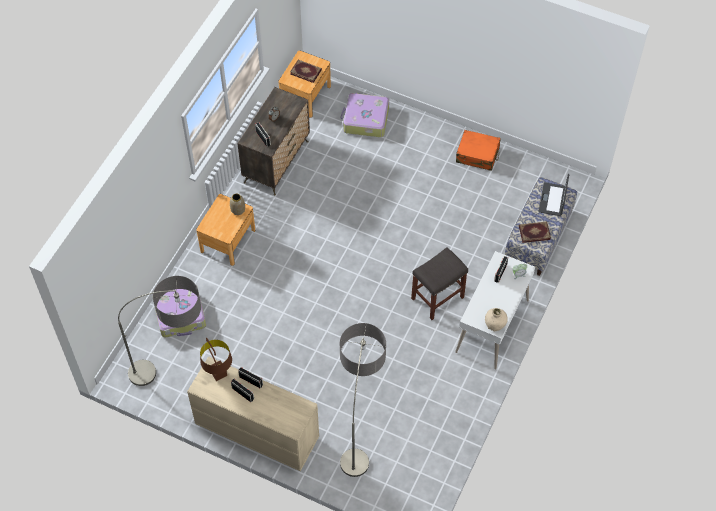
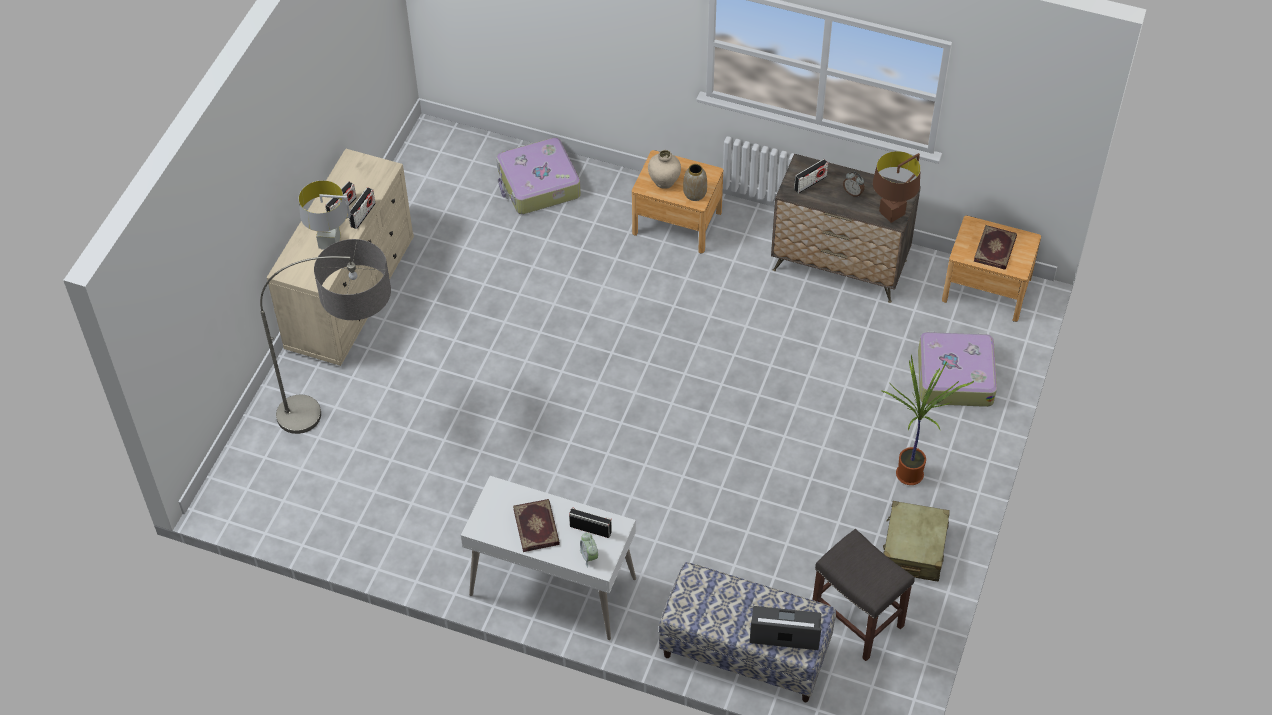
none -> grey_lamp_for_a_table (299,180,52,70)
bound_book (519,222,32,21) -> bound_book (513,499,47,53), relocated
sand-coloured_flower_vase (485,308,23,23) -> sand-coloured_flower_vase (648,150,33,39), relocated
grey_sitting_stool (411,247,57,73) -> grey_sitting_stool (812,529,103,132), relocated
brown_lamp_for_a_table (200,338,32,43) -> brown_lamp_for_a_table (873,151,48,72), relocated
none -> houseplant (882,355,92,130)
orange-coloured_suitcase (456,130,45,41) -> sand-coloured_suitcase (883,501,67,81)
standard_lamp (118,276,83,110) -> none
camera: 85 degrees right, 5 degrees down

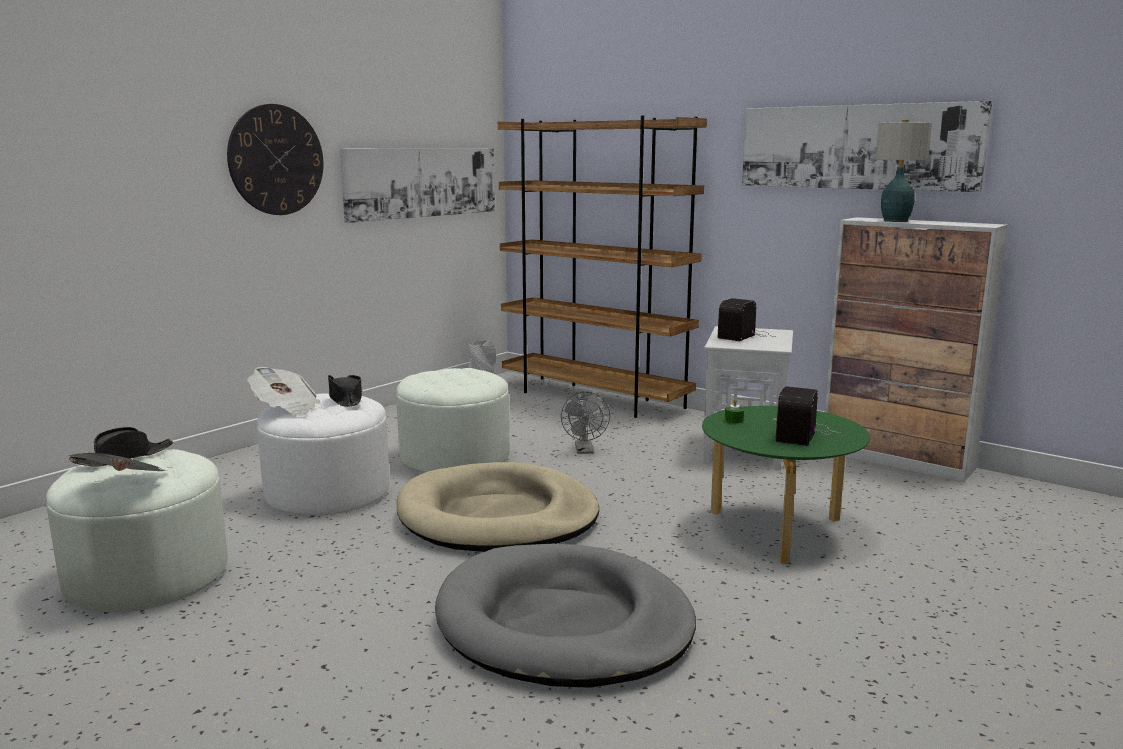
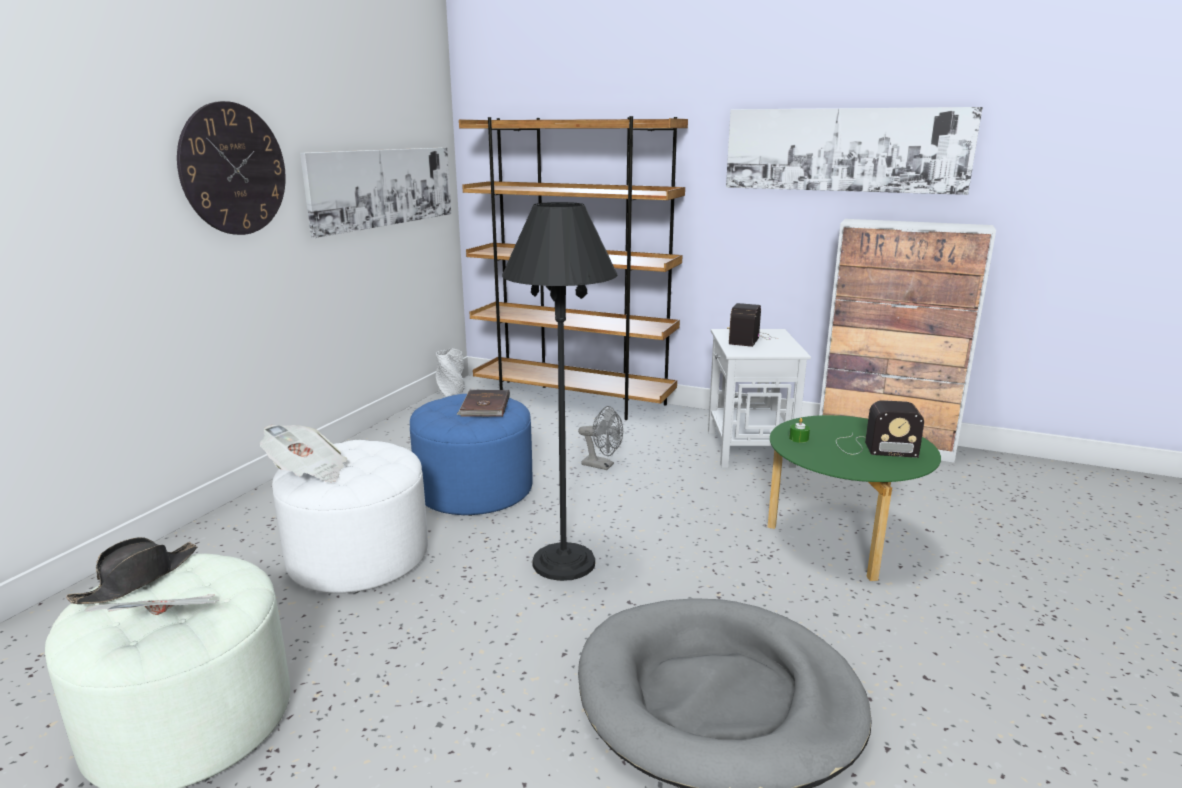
white_ottoman (396,368,113,105) -> blue-coloured_ottoman (410,394,122,122)
none -> brown_bound_book (457,390,53,27)
sand-coloured_dog_bed (396,462,203,90) -> blackish_standard_lamp (502,202,115,379)
grey_electric_fan (561,392,49,62) -> grey_electric_fan (578,406,45,64), 45 degrees counterclockwise
radio_receiver (773,386,67,60) -> radio_receiver (836,400,88,58), 90 degrees counterclockwise
blackish_hat (328,375,34,32) -> none
lamp_for_a_table (876,119,56,103) -> none
camera: 15 degrees left, 5 degrees up

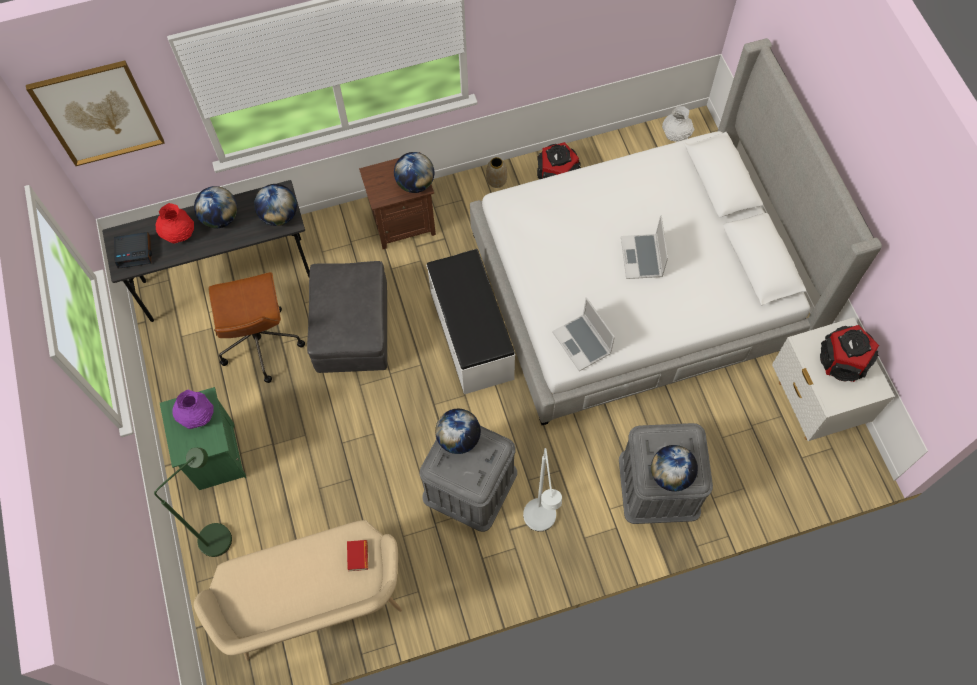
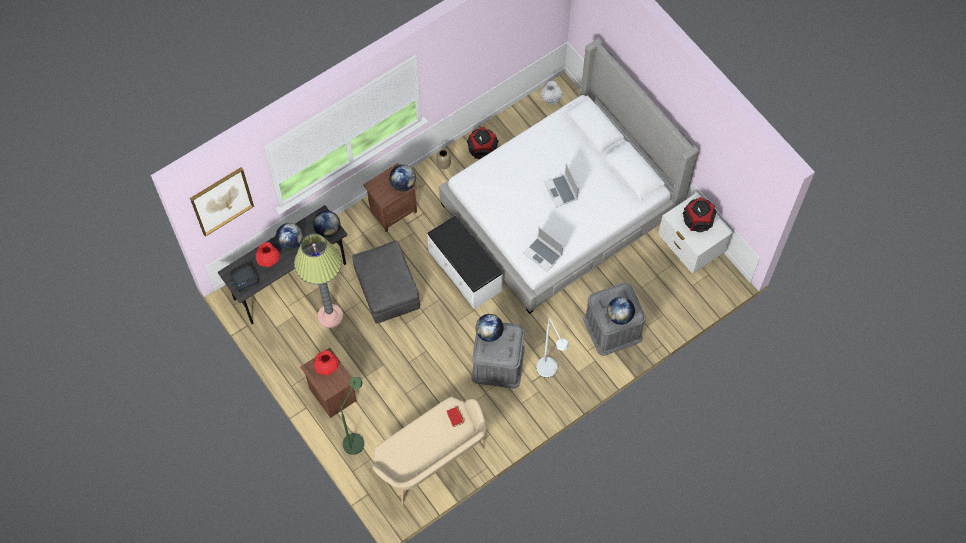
brown_computer_chair (209,272,96,111) -> standard_lamp (294,234,49,94)
green-coloured_bedside_table (160,387,86,103) -> brown_bedside_table (300,348,57,70)
purple-coloured_flower_vase (172,389,42,40) -> red-coloured_flower_vase (314,351,24,24)
camera: 20 degrees left, 0 degrees up

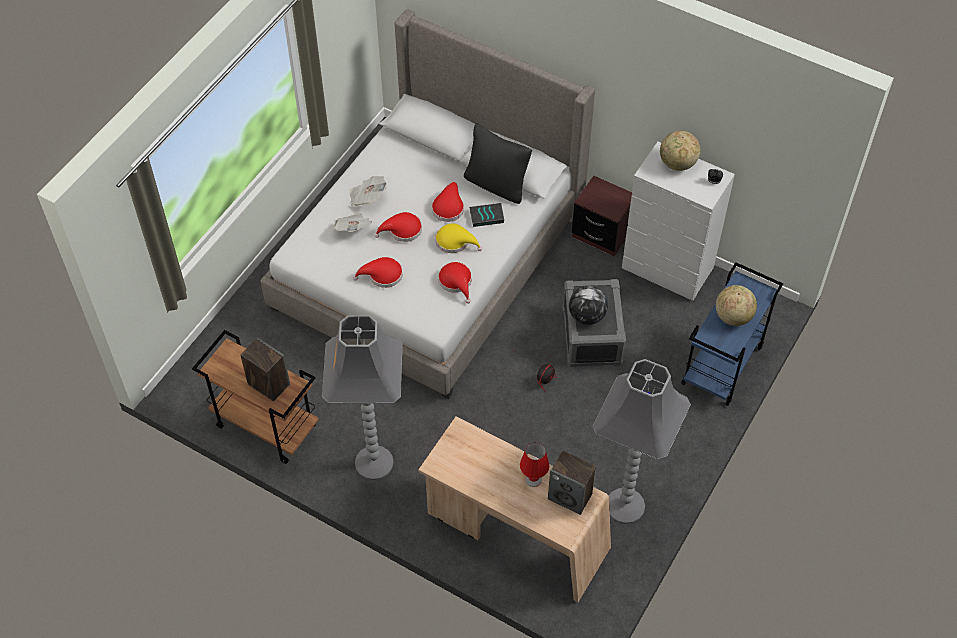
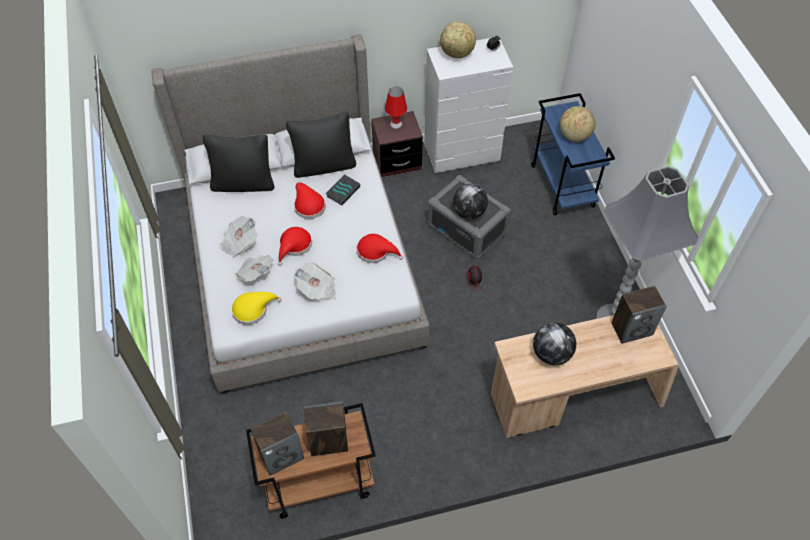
none -> blackish_throw_pillow (203,134,71,58)
yellowish_hat (435,224,47,29) -> yellowish_hat (231,292,51,33), relocated
none -> audio_speaker (251,412,53,63)
red-coloured_hat (353,257,50,31) -> newspaper (294,262,42,39)
red-coloured_lamp_for_a_table (520,442,29,45) -> red-coloured_lamp_for_a_table (385,87,22,42), relocated
none -> desk_globe (533,323,43,42)
grey_standard_lamp (322,315,81,165) -> none
camera: 45 degrees left, 0 degrees up

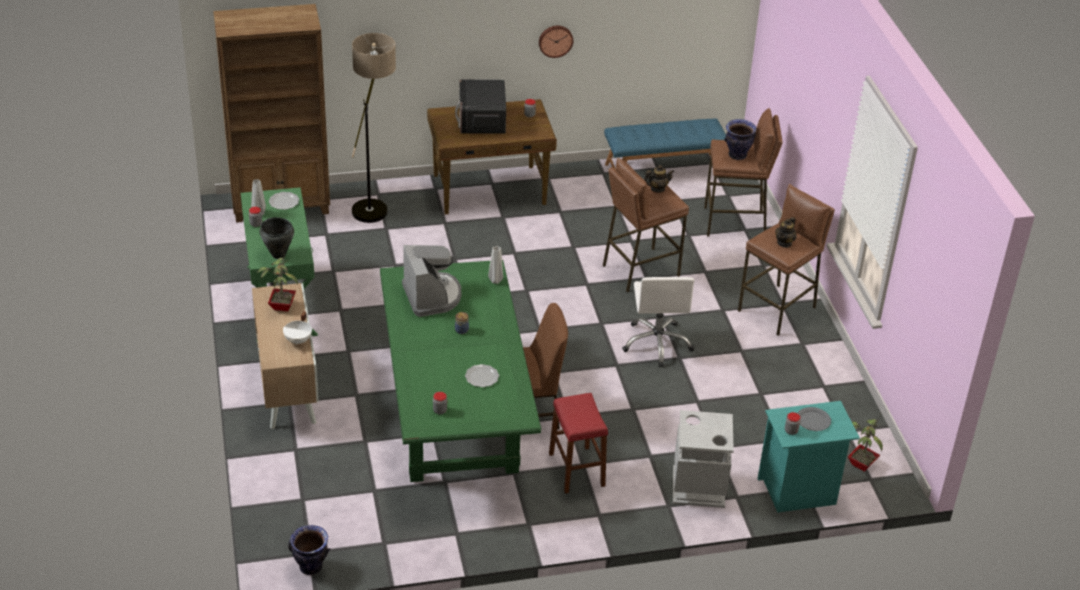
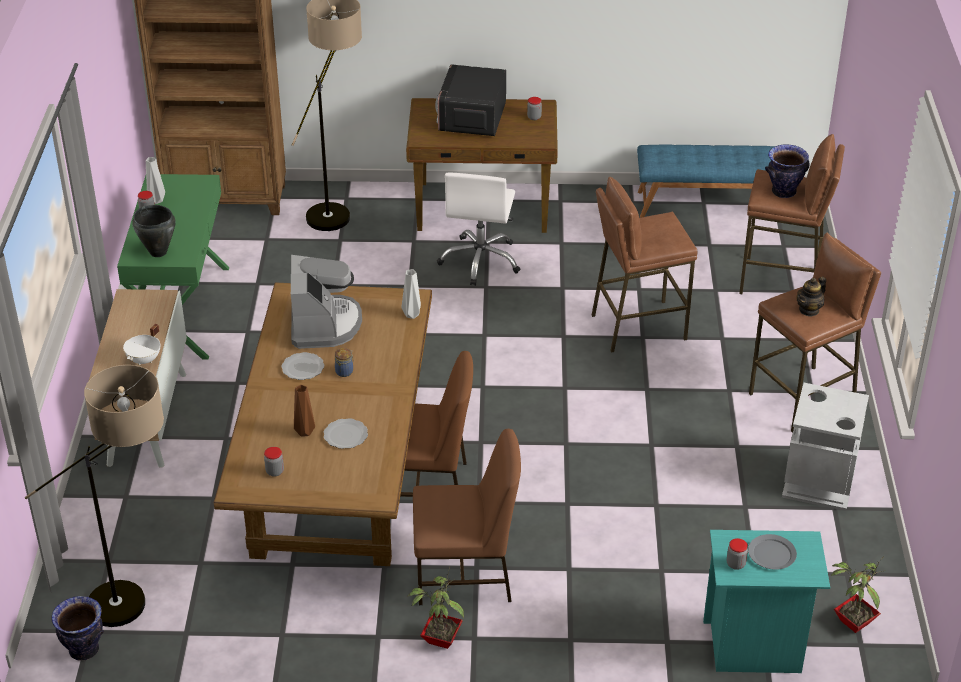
none -> standard_lamp (25,365,139,262)
green-coloured_dinner_table (380,260,161,222) -> brown_dinner_table (214,282,218,284)
plate (269,192,30,18) -> plate (281,352,43,28), relocated
none -> brown_flower_vase (294,385,21,52)
houseplant (256,251,42,60) -> houseplant (407,567,57,82), relocated
red-coloured_sitting_stool (549,393,59,101) -> brown_chair (413,429,108,176)
white_computer_chair (622,277,72,90) -> white_computer_chair (437,173,83,113), relocated
grey_trash_can (673,410,61,98) -> grey_trash_can (782,383,87,128), relocated
clock_on_the_wall (539,26,34,32) -> none
pot_for_tea (644,165,31,28) -> none
camera: 15 degrees right, 0 degrees up

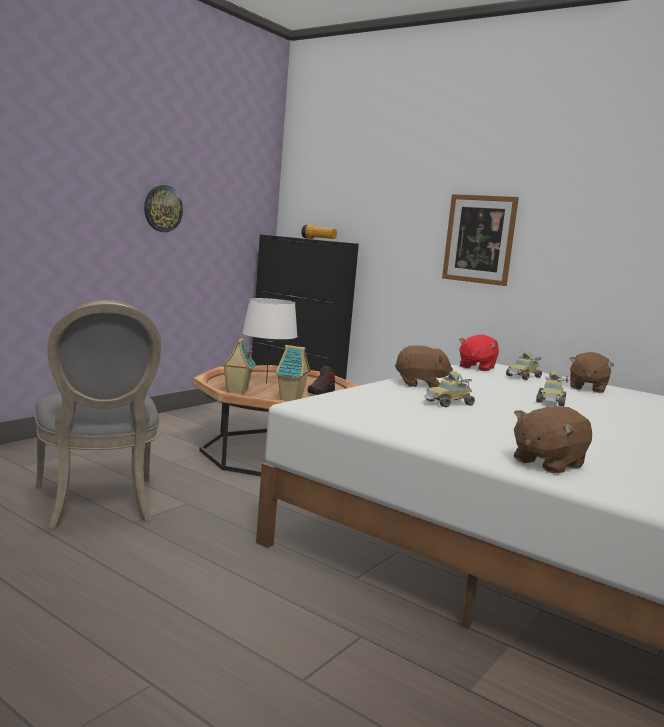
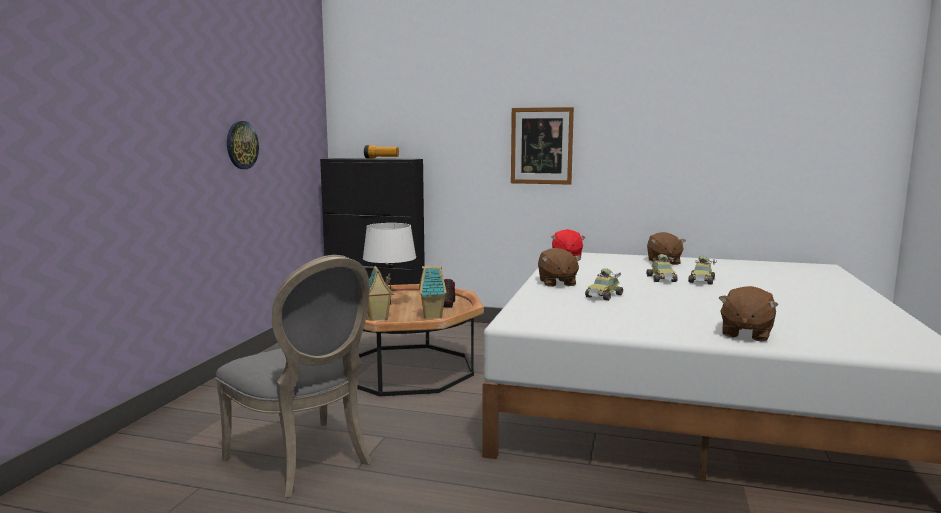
brown_soft_toy (395,345,58,43) -> brown_soft_toy (538,248,43,39), 105 degrees clockwise
model_car (506,351,36,29) -> model_car (688,256,29,29), relocated
camera: 20 degrees left, 0 degrees up

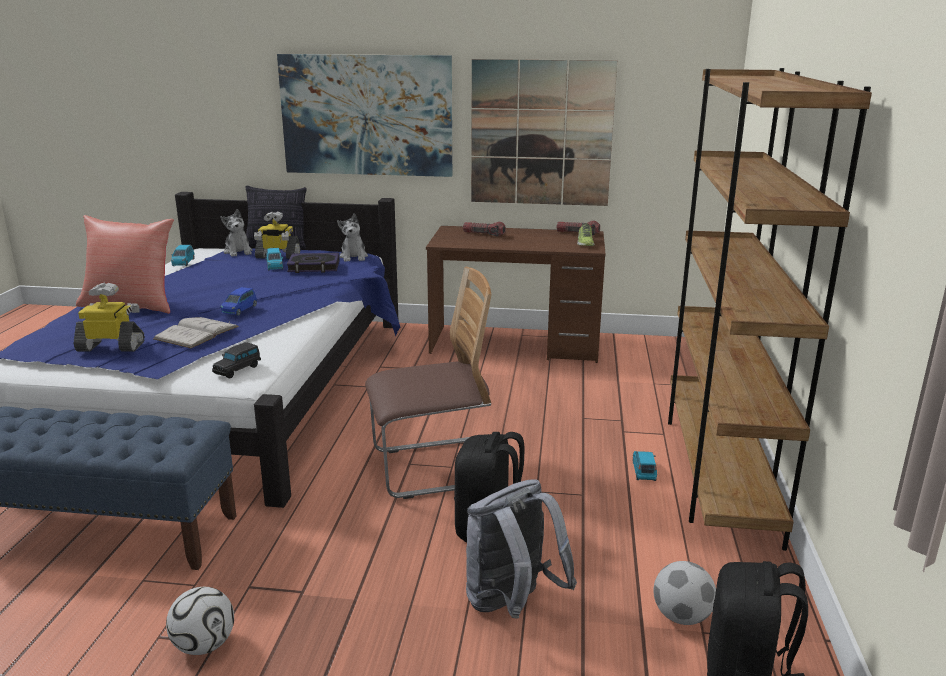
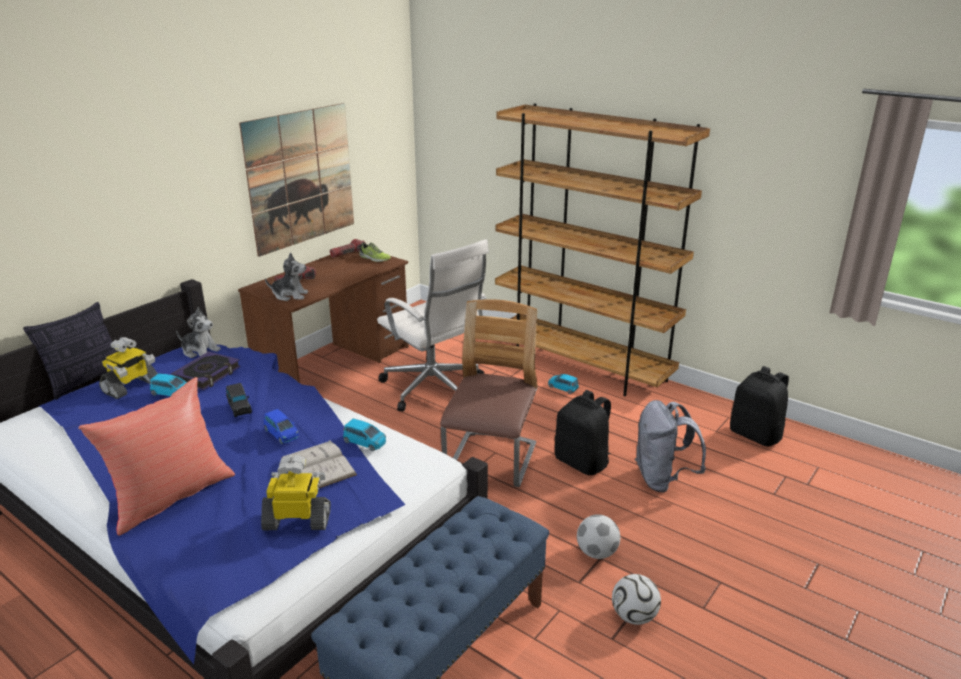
blackish_model_car (212,342,49,36) -> blackish_model_car (226,383,26,34), relocated
model_robot (73,283,72,69) -> model_robot (261,455,70,75), 60 degrees clockwise
soft_toy (220,209,32,48) -> soft_toy (265,252,43,49), relocated
blue-coloured_model_car (171,245,24,21) -> blue-coloured_model_car (343,419,43,32), relocated
none -> white_computer_chair (377,239,112,172)
football (653,561,63,64) -> football (577,514,43,45), relocated
wall_art (277,54,175,123) -> none
camera: 60 degrees left, 5 degrees up

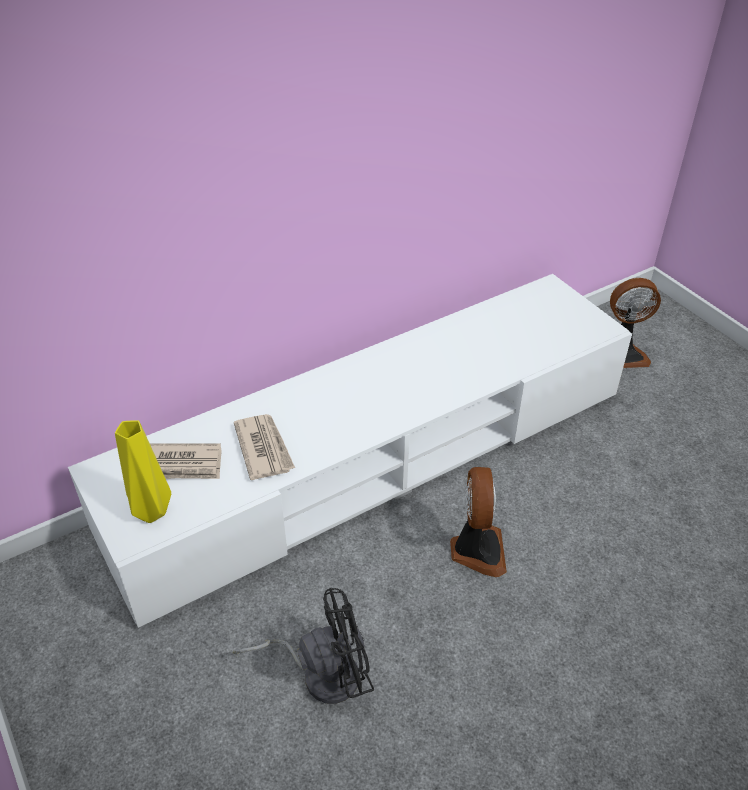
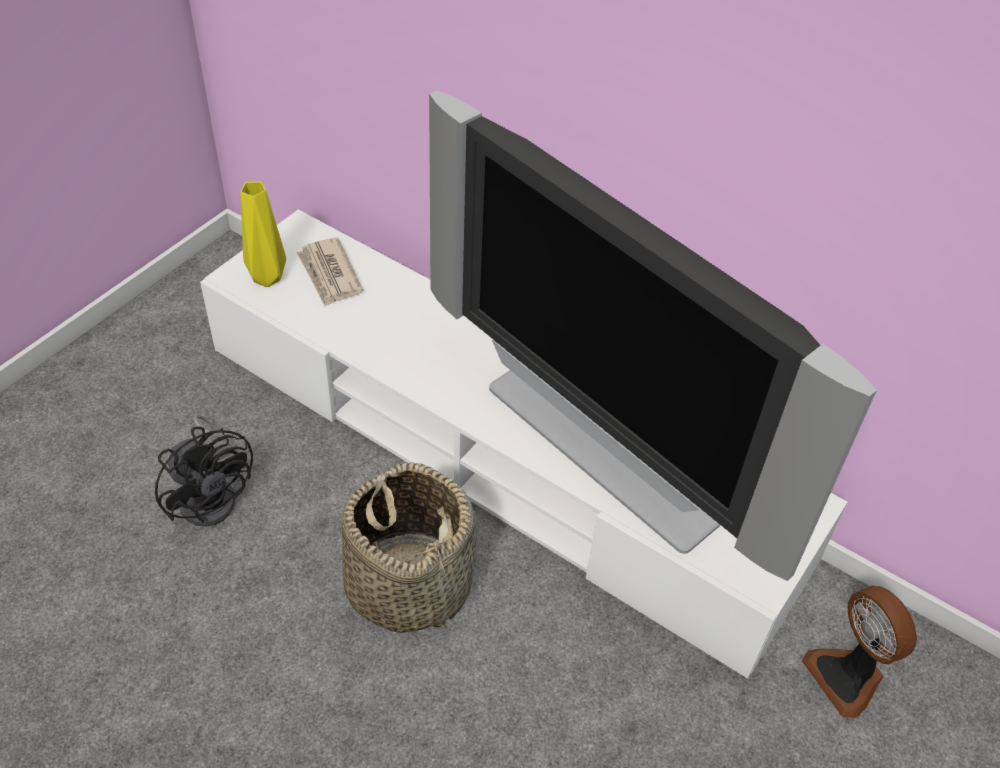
electric_fan (450,467,57,110) -> storage_basket (342,462,135,171)
none -> TV_set (429,90,448,491)
newspaper (234,414,61,66) -> none
camera: 65 degrees right, 5 degrees up

